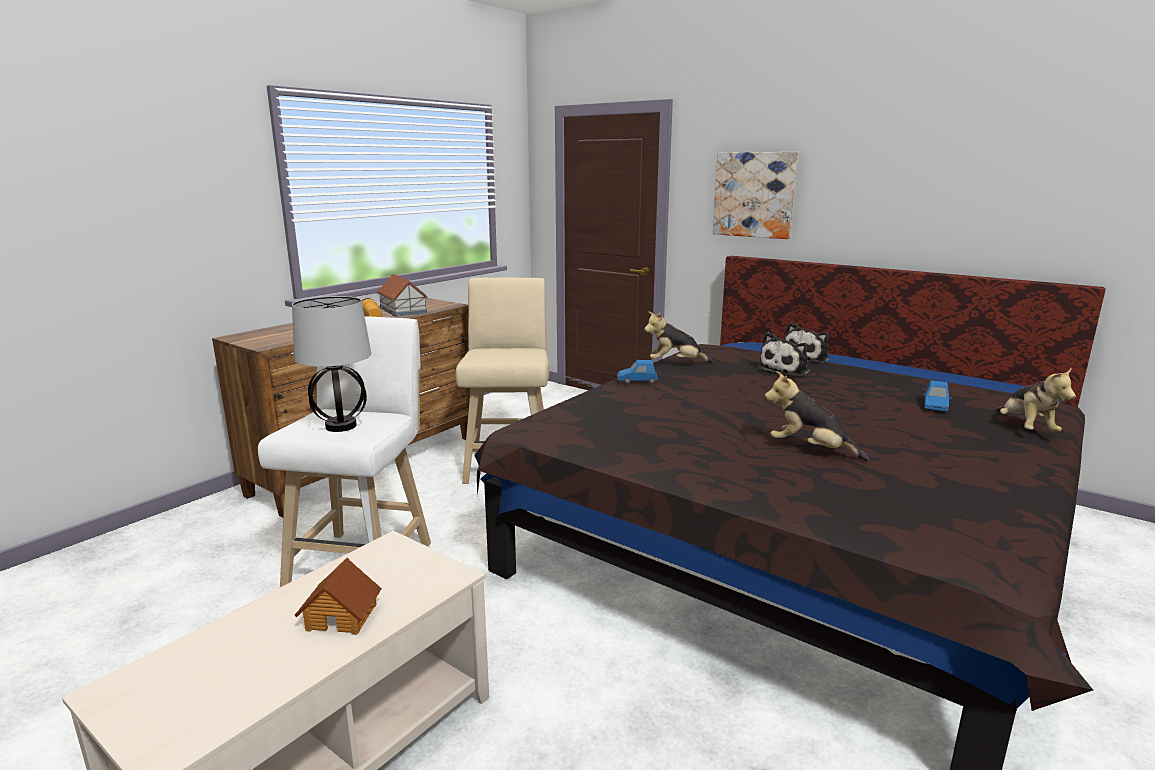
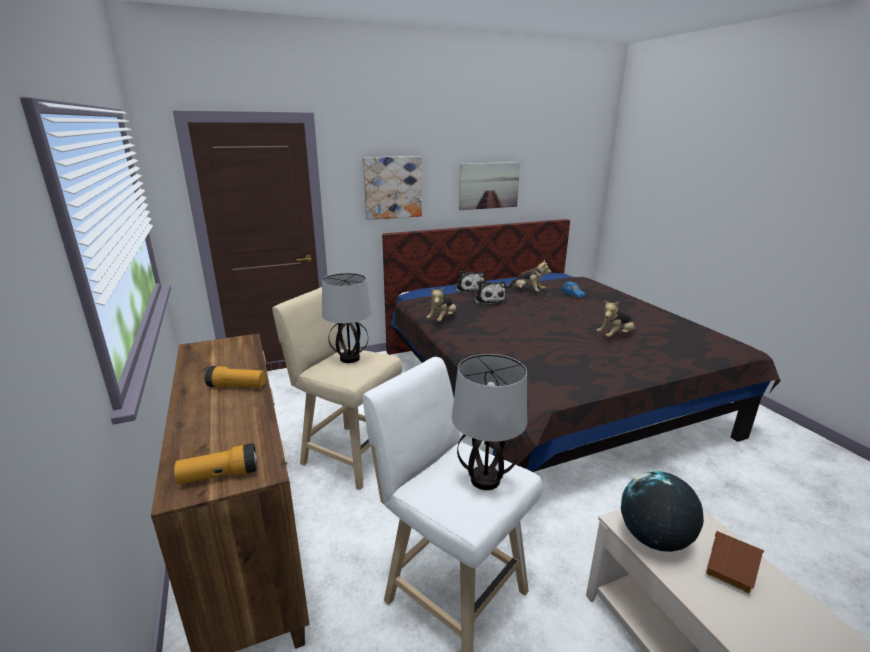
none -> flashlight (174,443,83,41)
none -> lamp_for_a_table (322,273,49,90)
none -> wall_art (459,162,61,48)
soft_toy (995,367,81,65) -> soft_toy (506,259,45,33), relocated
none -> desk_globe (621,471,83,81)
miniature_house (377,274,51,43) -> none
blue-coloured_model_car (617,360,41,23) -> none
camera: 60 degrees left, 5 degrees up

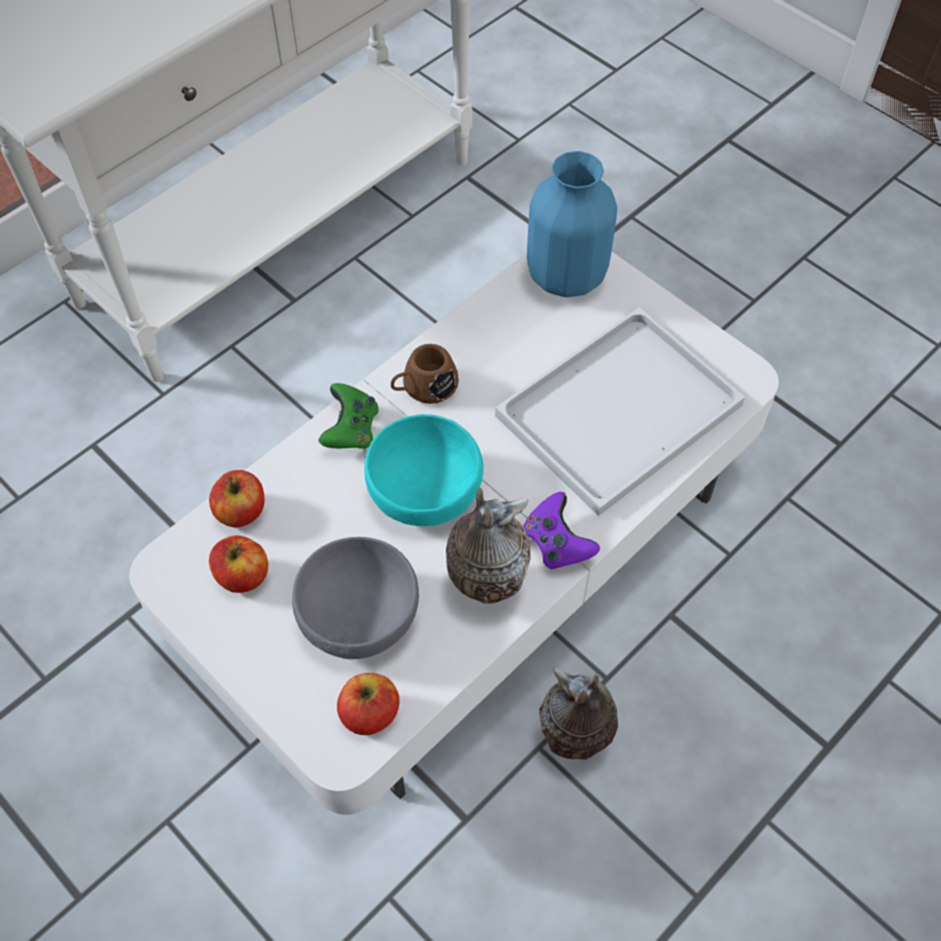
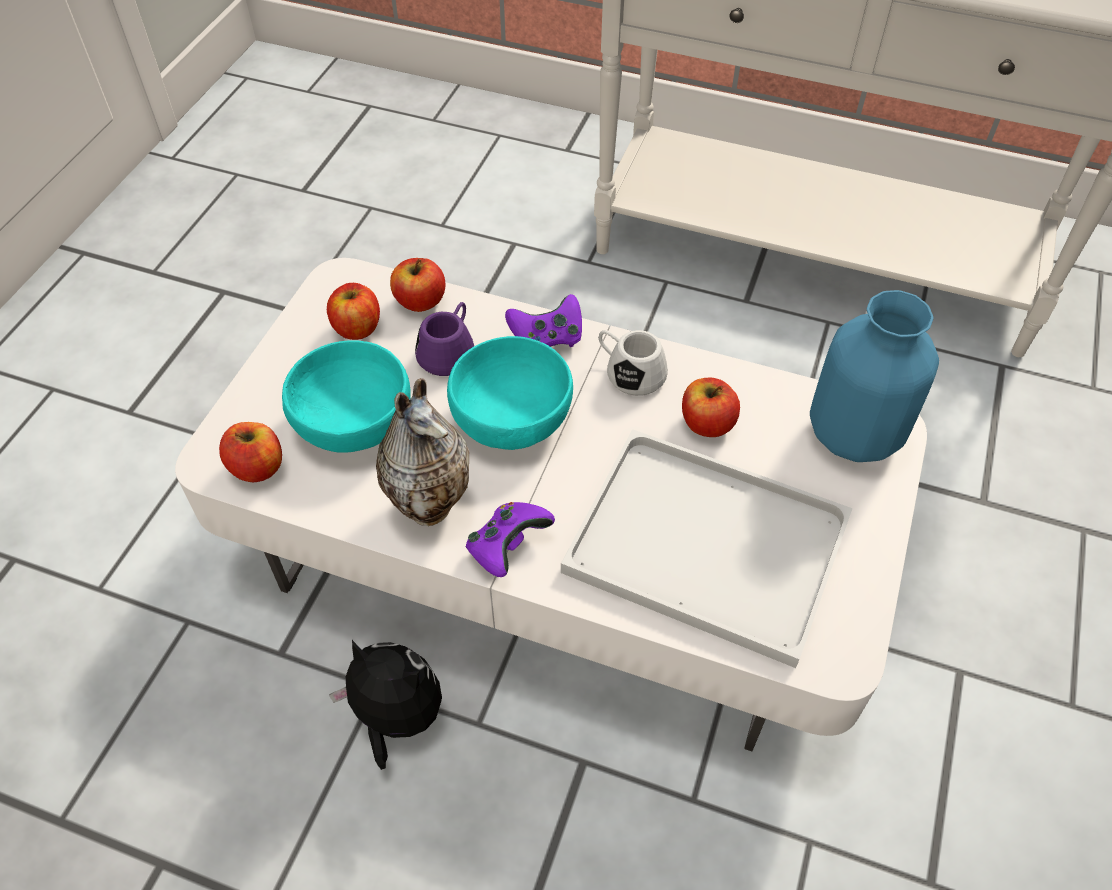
grey_serving_bowl (292,537,127,122) -> turquoise_serving_bowl (282,340,129,113)
flower_vase (539,666,79,94) -> soft_toy (329,640,113,130)
none -> purple-coloured_tea_mug (415,302,59,74)
green-coloured_game_controller (318,383,61,66) -> purple-coloured_game_controller (505,294,77,53)
brown_tea_mug (391,344,68,60) -> white_tea_mug (599,330,69,66)
none -> apple (682,378,58,59)
camera: 65 degrees right, 5 degrees down

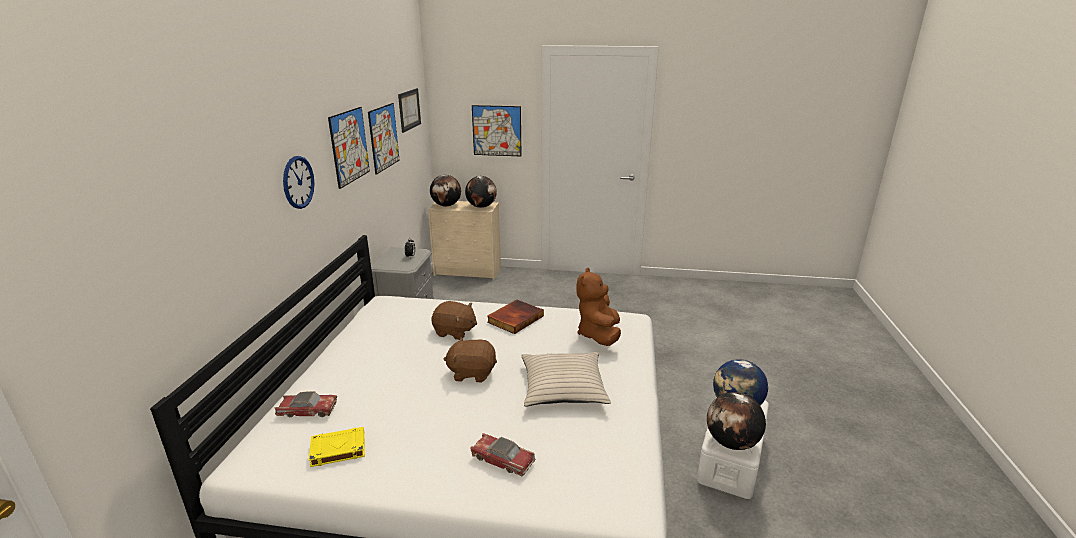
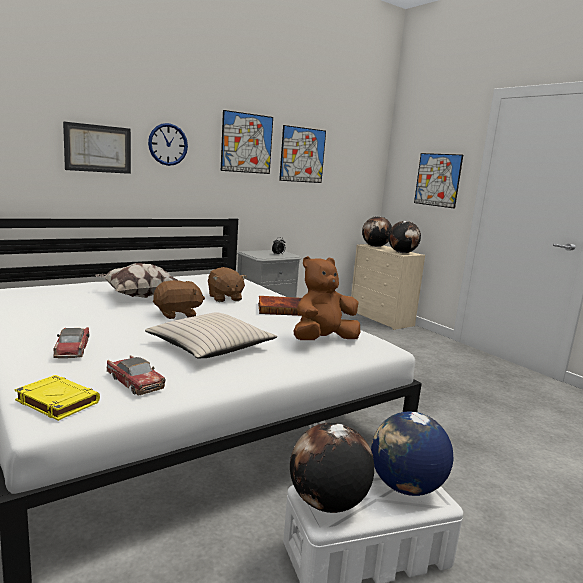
yellowish_bound_book (309,427,56,40) -> yellowish_bound_book (15,375,85,46), relocated
wall_art (398,88,23,45) -> wall_art (63,121,68,53), relocated
none -> throw_pillow (95,263,84,35)
model_car (275,392,62,25) -> model_car (107,355,58,40), relocated
brown_soft_toy (444,337,53,46) -> brown_soft_toy (153,280,52,39), 105 degrees clockwise
camera: 45 degrees right, 10 degrees down

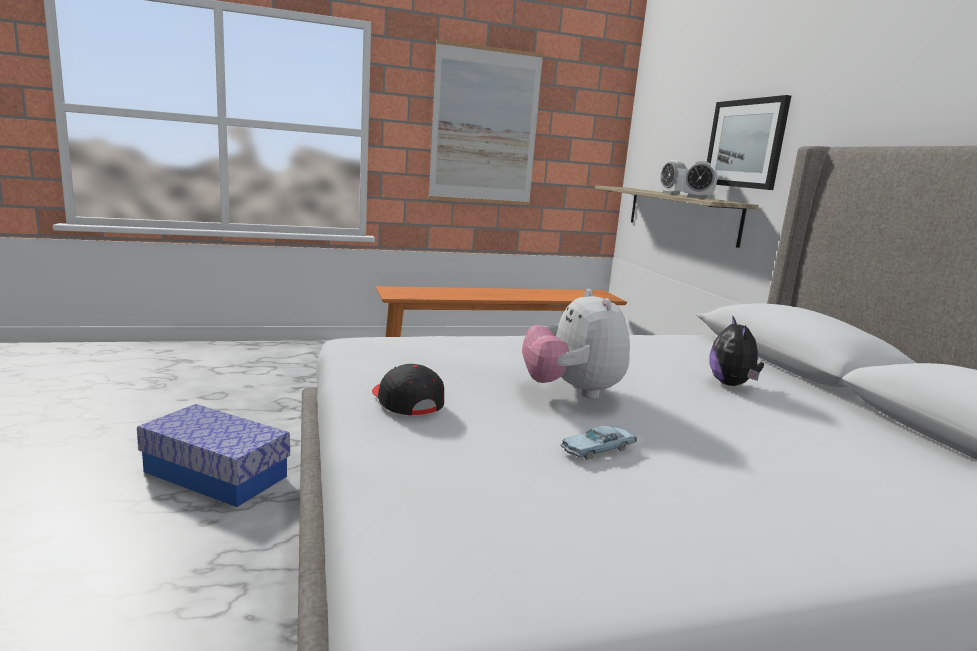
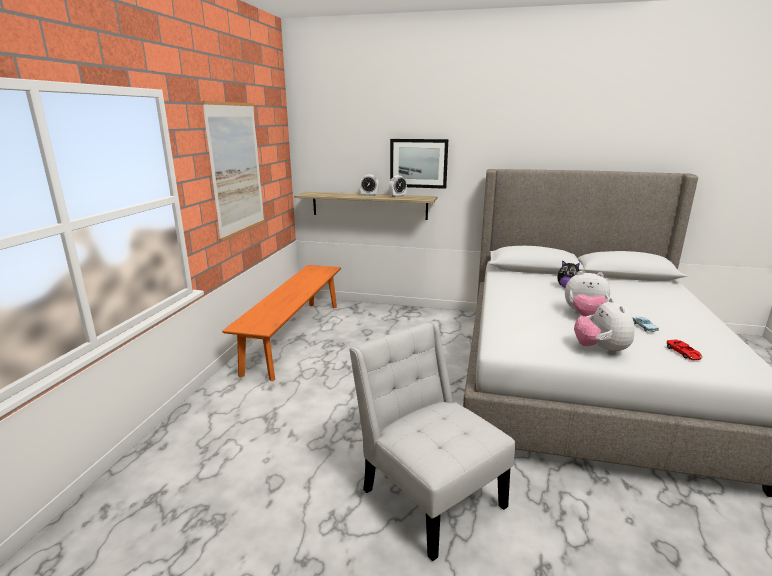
storage_bin (137,404,153,103) -> white_chair (349,321,166,240)
blackish_cap (372,364,72,51) -> soft_toy (574,298,61,57)
none -> red-coloured_model_car (667,339,35,21)
camera: 60 degrees left, 5 degrees up

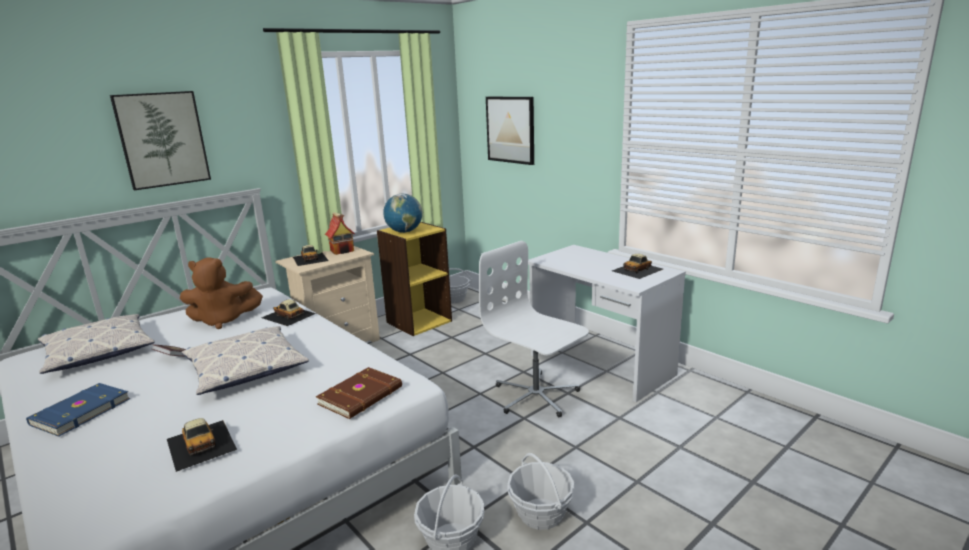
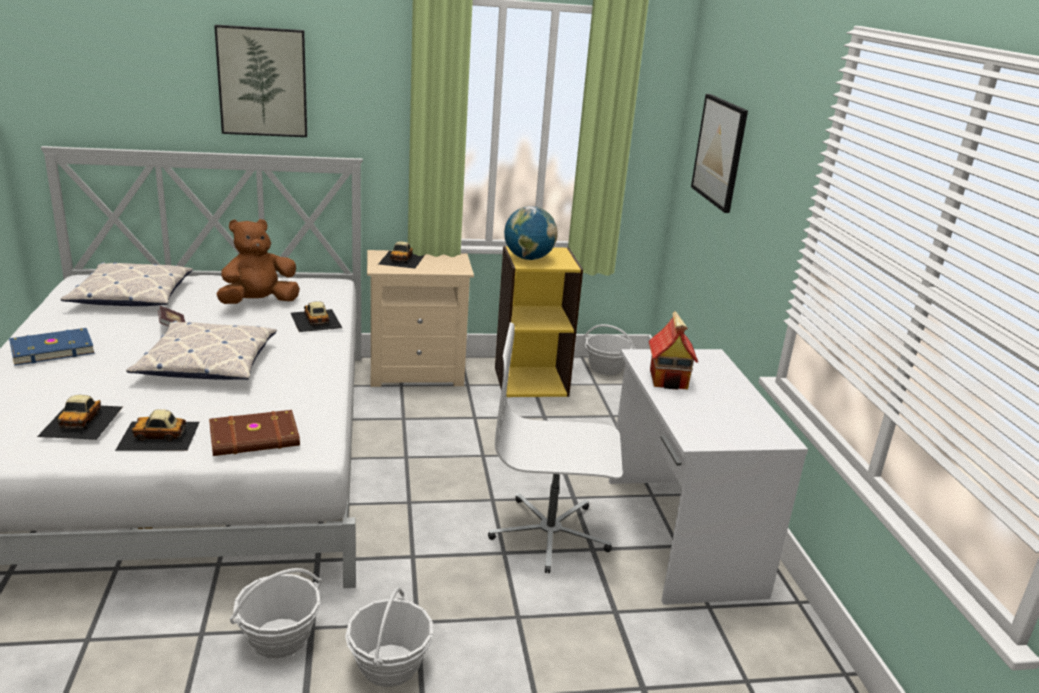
model_car (612,254,51,25) -> model_car (115,409,85,42), relocated
brown_soft_toy (180,257,83,72) -> brown_soft_toy (216,219,84,85), 120 degrees clockwise
white_computer_chair (479,241,110,176) -> white_computer_chair (488,322,135,251), 75 degrees counterclockwise
miniature_house (325,212,30,43) -> miniature_house (649,311,50,79), relocated
camera: 30 degrees right, 5 degrees up

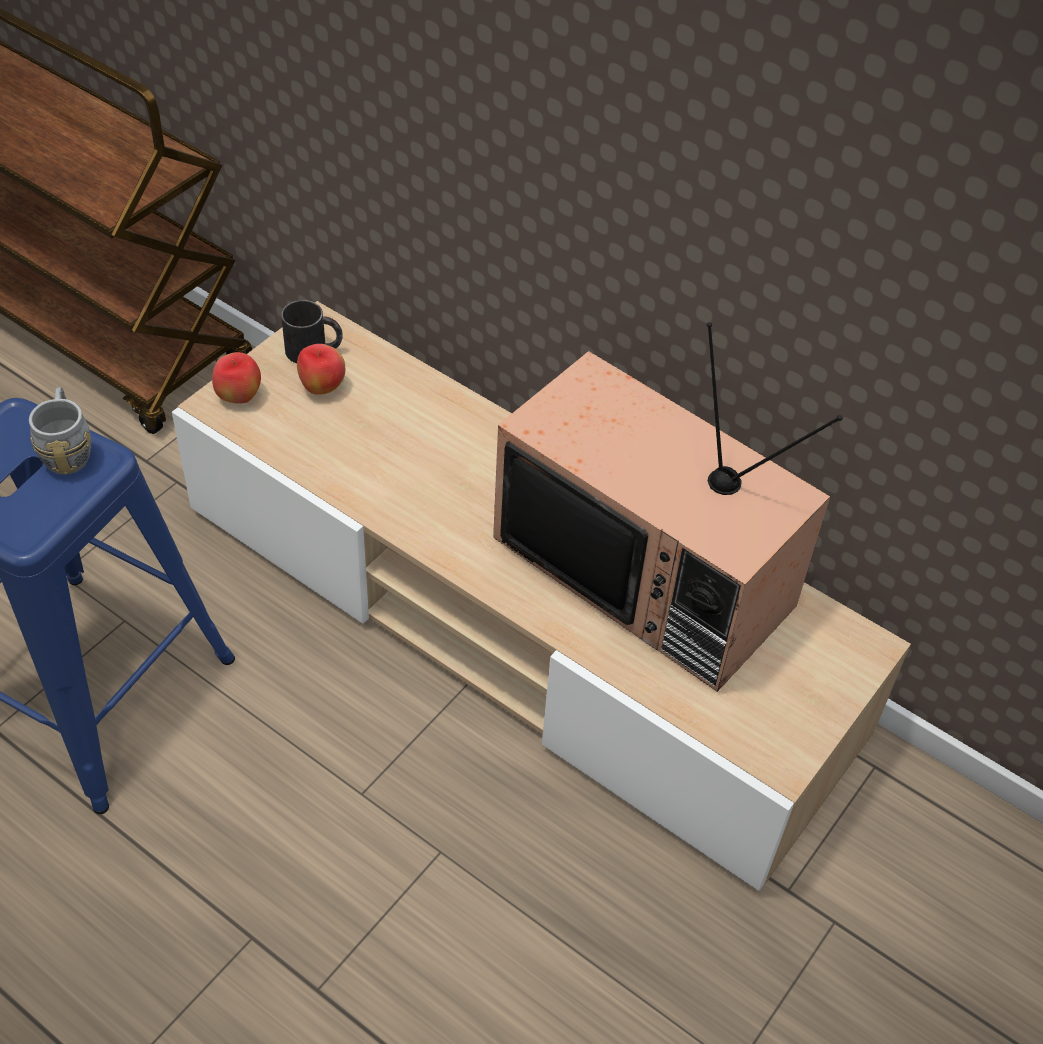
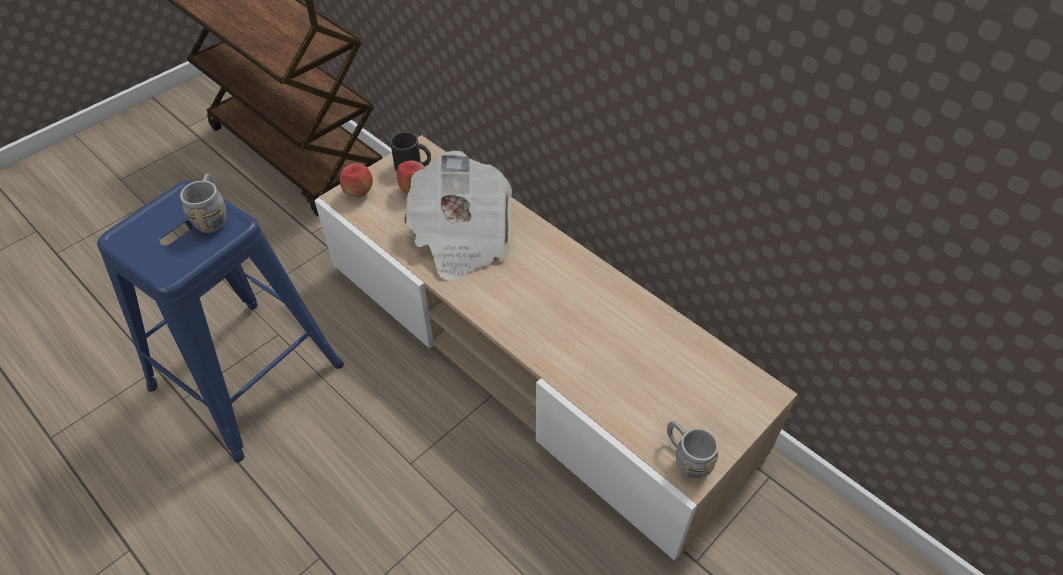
none -> newspaper (403,151,109,130)
none -> grey_tea_mug (667,421,52,58)
TV_set (493,322,350,370) -> none
camera: 10 degrees right, 0 degrees up

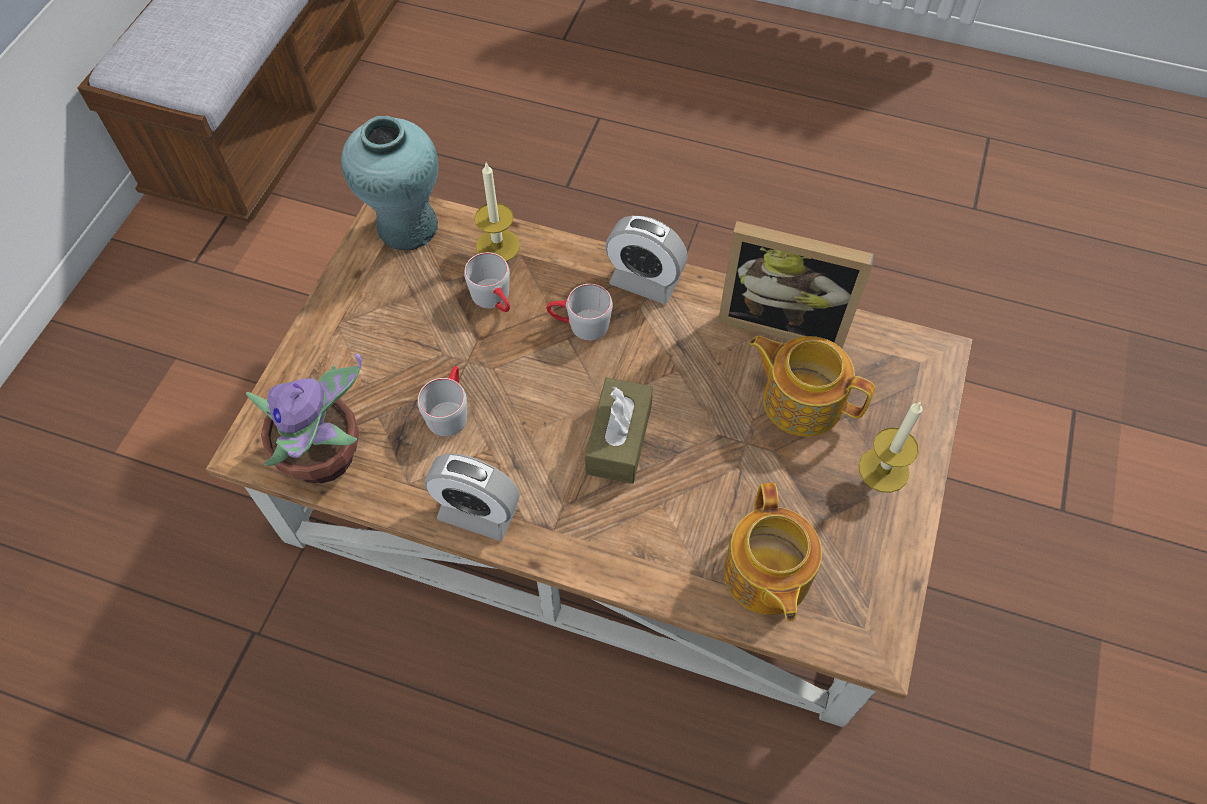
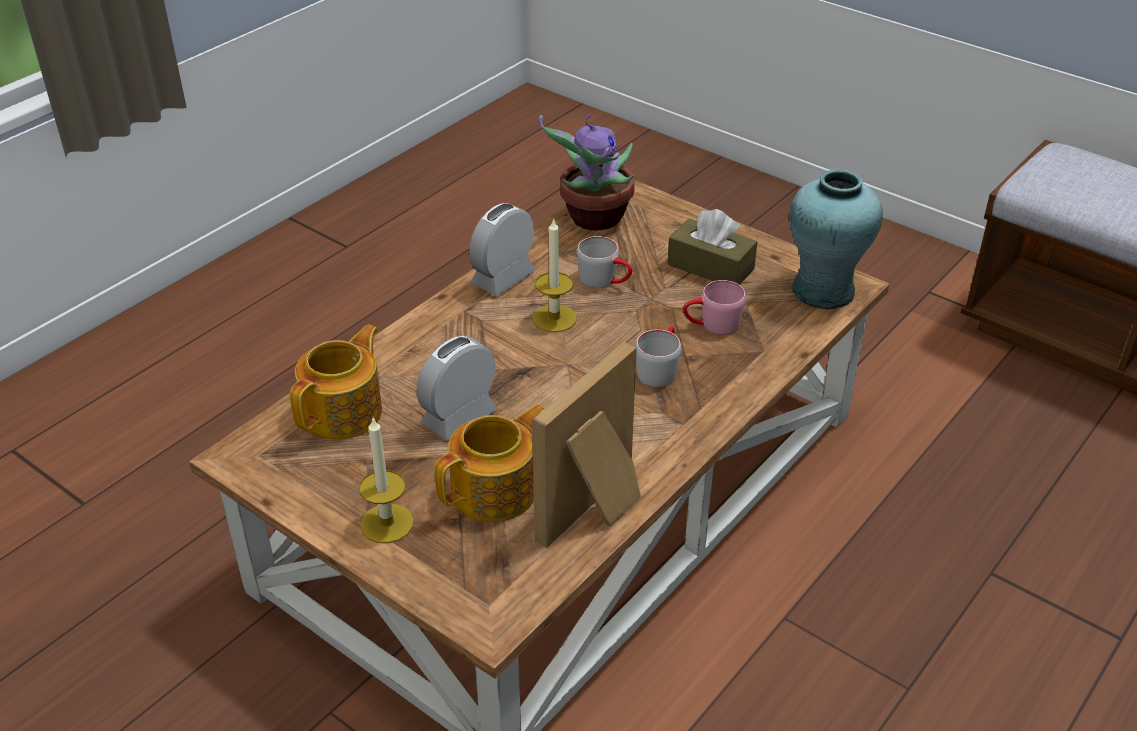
pot_for_tea (723,483,99,139) -> pot_for_tea (290,324,92,116), 105 degrees clockwise
alarm_clock (605,216,83,88) -> alarm_clock (417,336,80,104), relocated
wax_light (474,163,46,99) -> wax_light (532,218,45,114), relocated
brown_box_of_tissues (585,377,68,107) -> brown_box_of_tissues (668,209,89,76), relocated
grey_tea_mug (464,252,46,60) -> pinkish_tea_mug (683,280,63,55)
camera: 110 degrees right, 20 degrees down

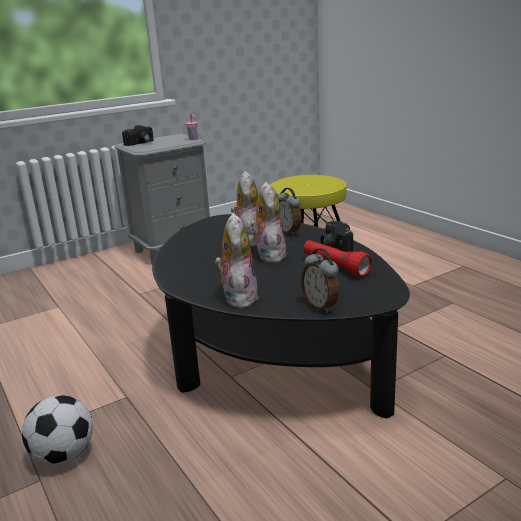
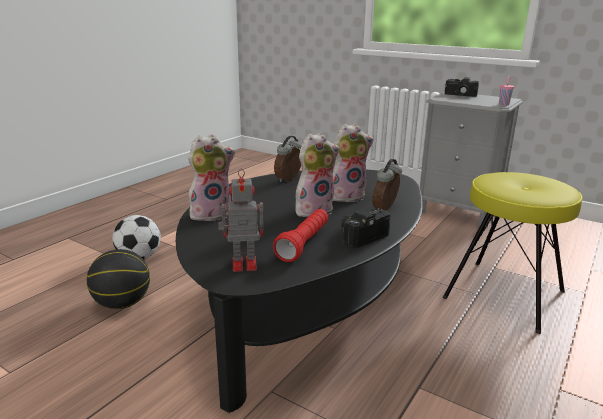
none -> ball_for_basketball (87,249,63,60)
none -> model_robot (218,169,46,103)
alarm_clock (301,248,38,65) -> alarm_clock (274,136,28,46), relocated
camera: 65 degrees right, 0 degrees up

